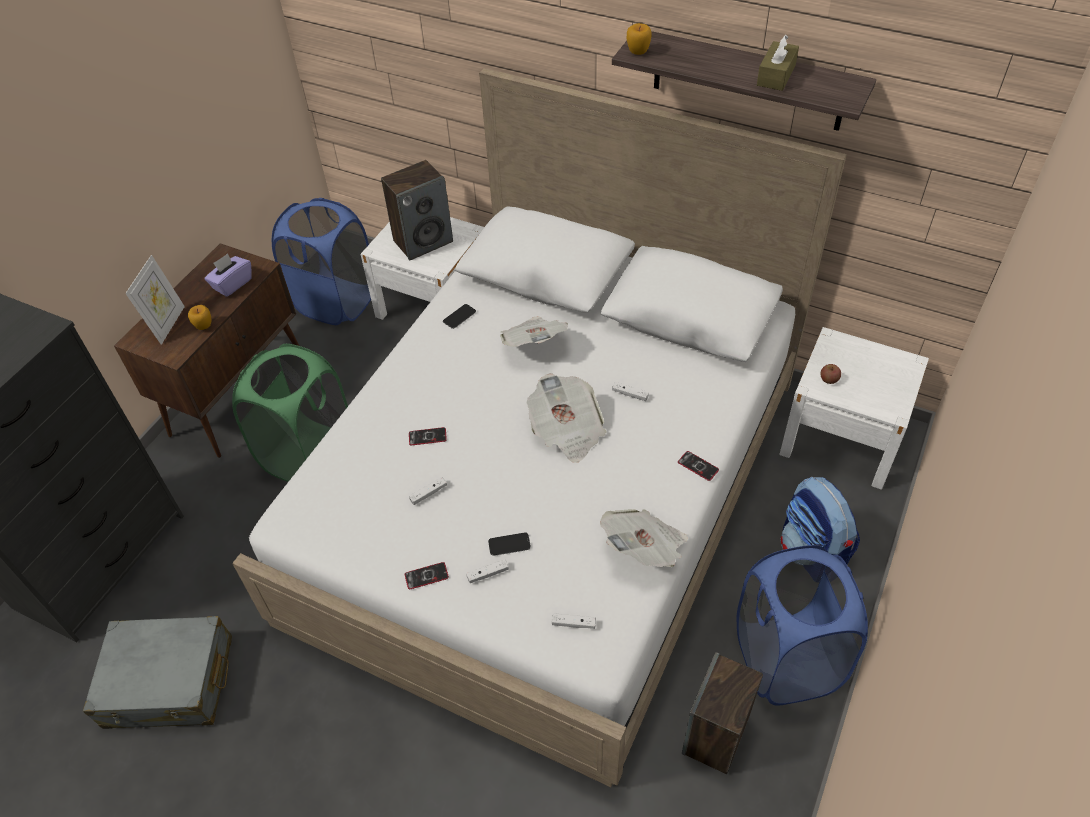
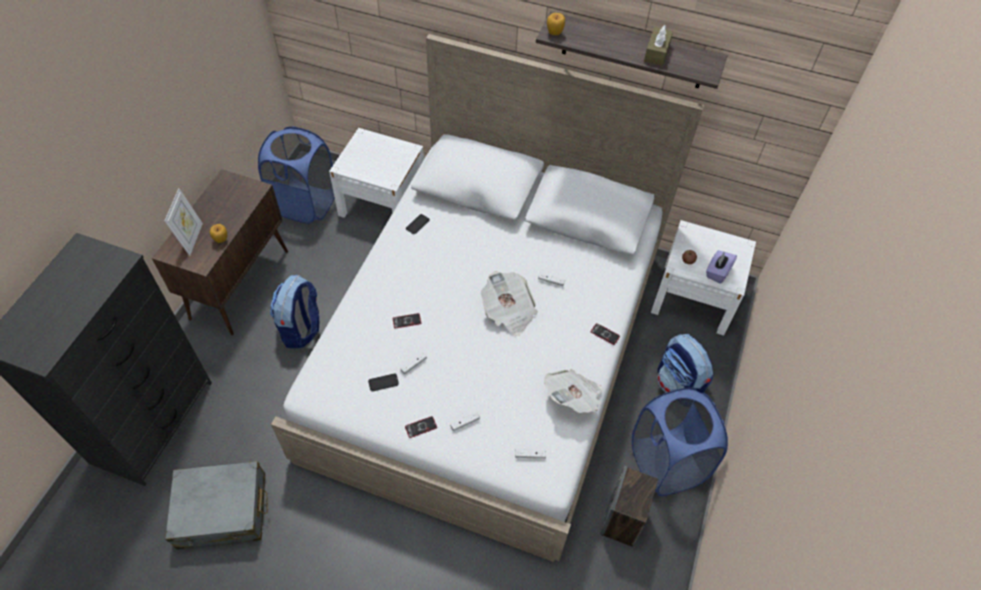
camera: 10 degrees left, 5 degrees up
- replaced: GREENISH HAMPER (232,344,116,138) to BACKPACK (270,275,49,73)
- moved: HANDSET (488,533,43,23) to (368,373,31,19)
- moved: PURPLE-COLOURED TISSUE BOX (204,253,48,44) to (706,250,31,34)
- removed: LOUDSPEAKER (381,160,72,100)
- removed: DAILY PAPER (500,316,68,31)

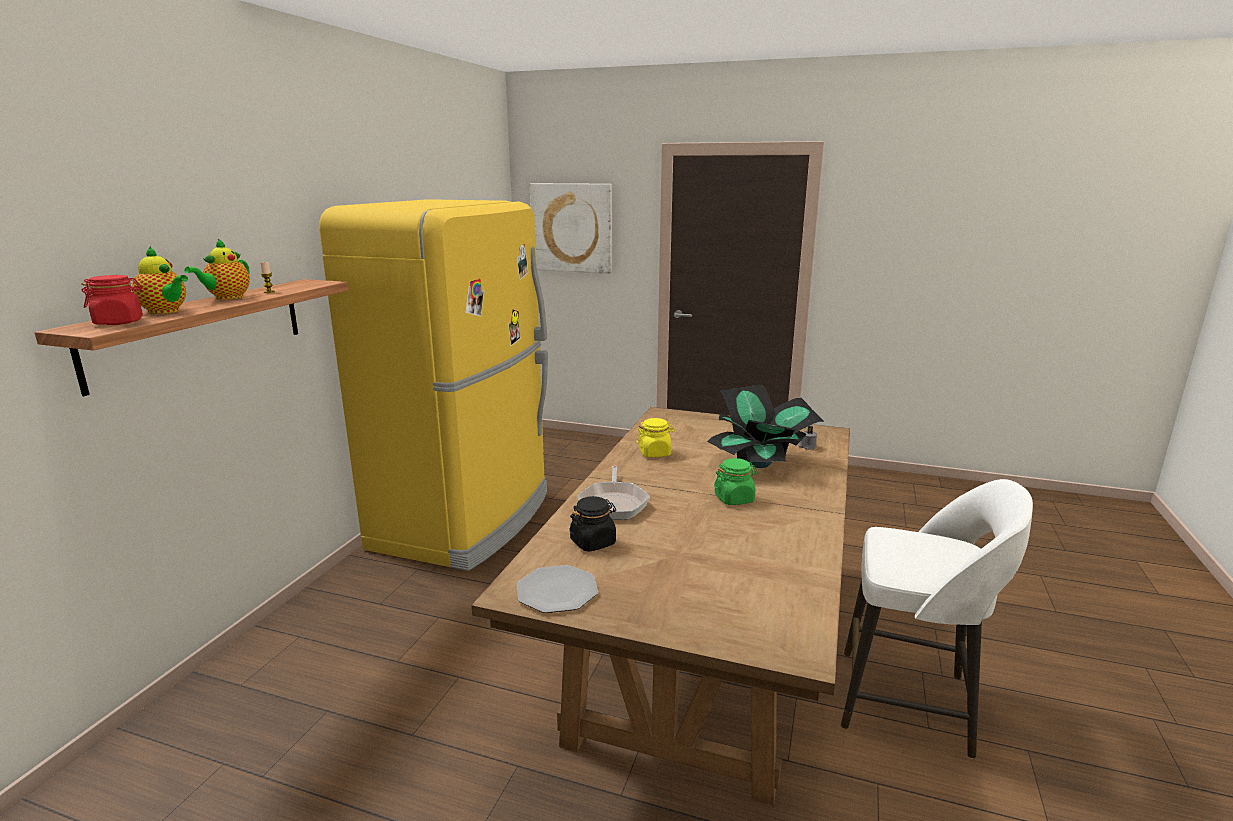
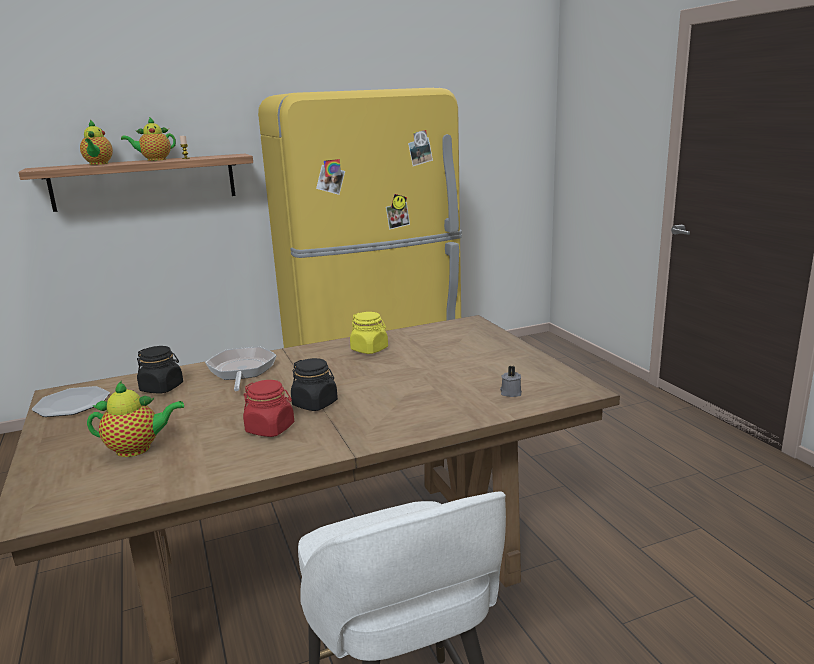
camera: 50 degrees right, 0 degrees up
- added: TEA POT (87,380,97,77)
- turned: FRYING PAN (577,466,73,54) = (205,347,72,44) 120 degrees clockwise
- moved: REDDISH JAR (81,275,62,50) to (243,380,51,57)
- recoloured: GREENISH JAR (714,458,44,47) to BLACK-COLOURED JAR (291,358,47,53)
- removed: PICTURE (530,183,82,91)
- removed: POTTED PLANT (707,385,117,83)

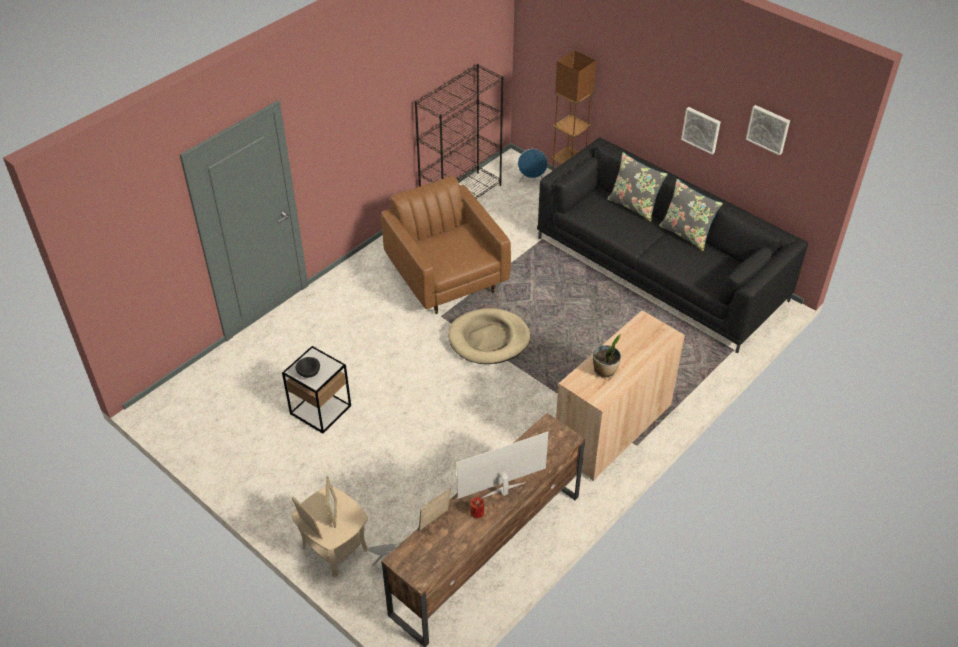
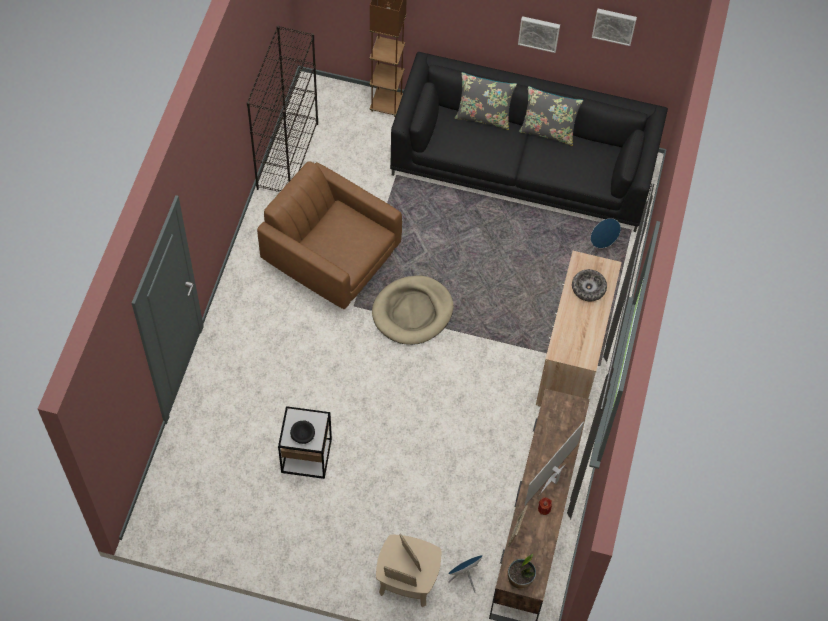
camera: 30 degrees left, 15 degrees up
- moved: POTTED PLANT (593,334,28,44) to (508,554,28,35)
- added: DEEP DISH (572,269,35,32)
- moved: BLUISH LOUDSPEAKER (518,149,30,34) to (589,218,32,36)

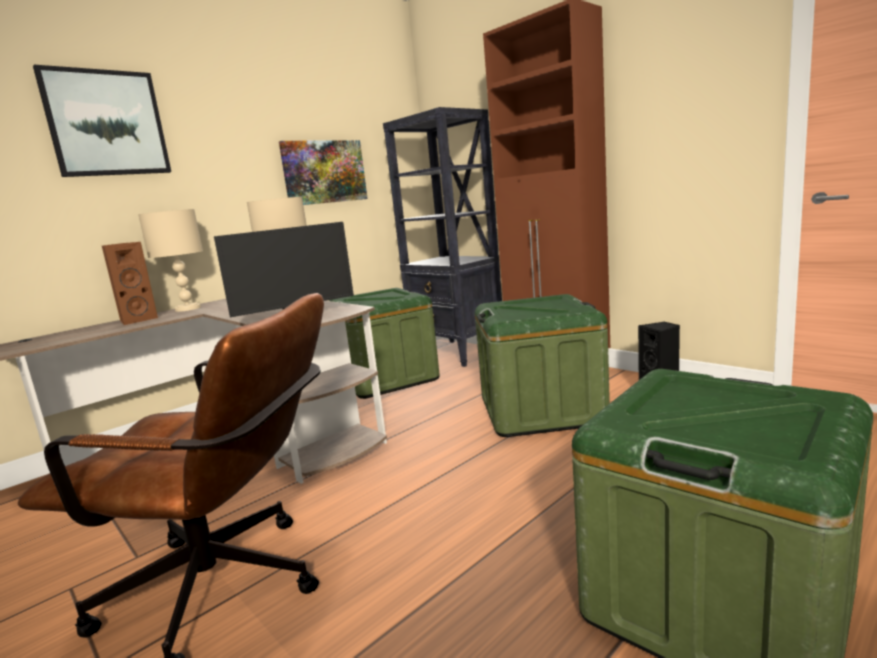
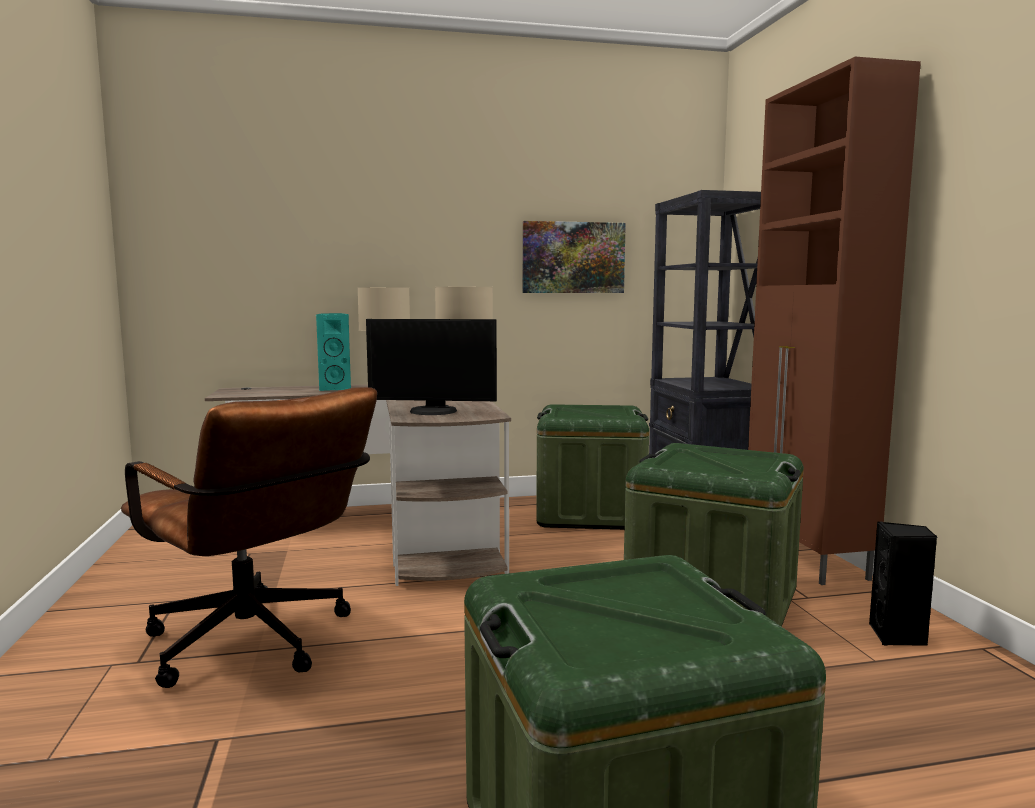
camera: 30 degrees right, 5 degrees down
- recoloured: BROWN LOUDSPEAKER (102,242,56,83) to BLUE-GREEN LOUDSPEAKER (316,313,35,78)
- removed: PICTURE (33,65,138,112)

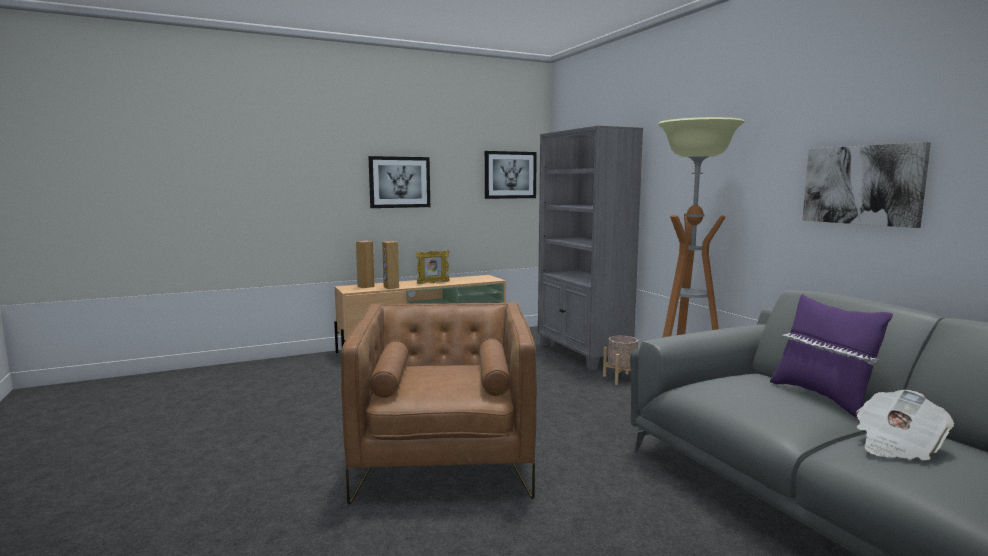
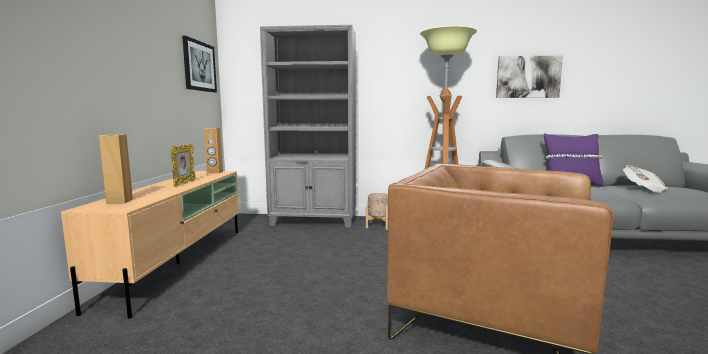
camera: 60 degrees left, 0 degrees up
- moved: BROWN LOUDSPEAKER (382,241,17,48) to (204,128,19,45)
- removed: PICTURE (368,156,62,52)

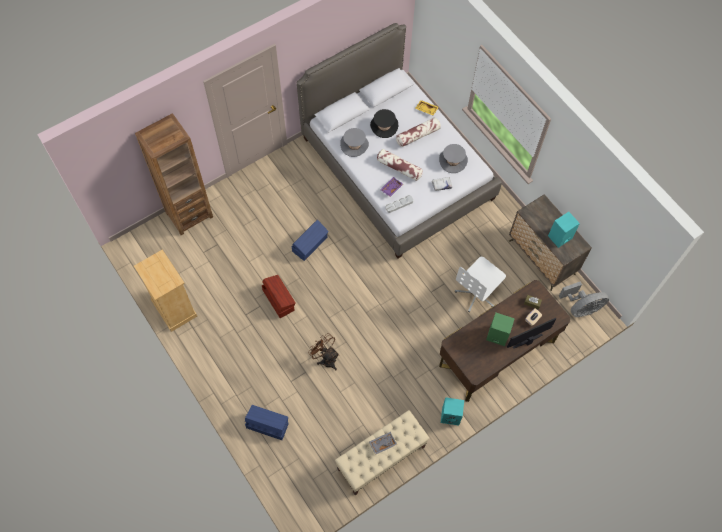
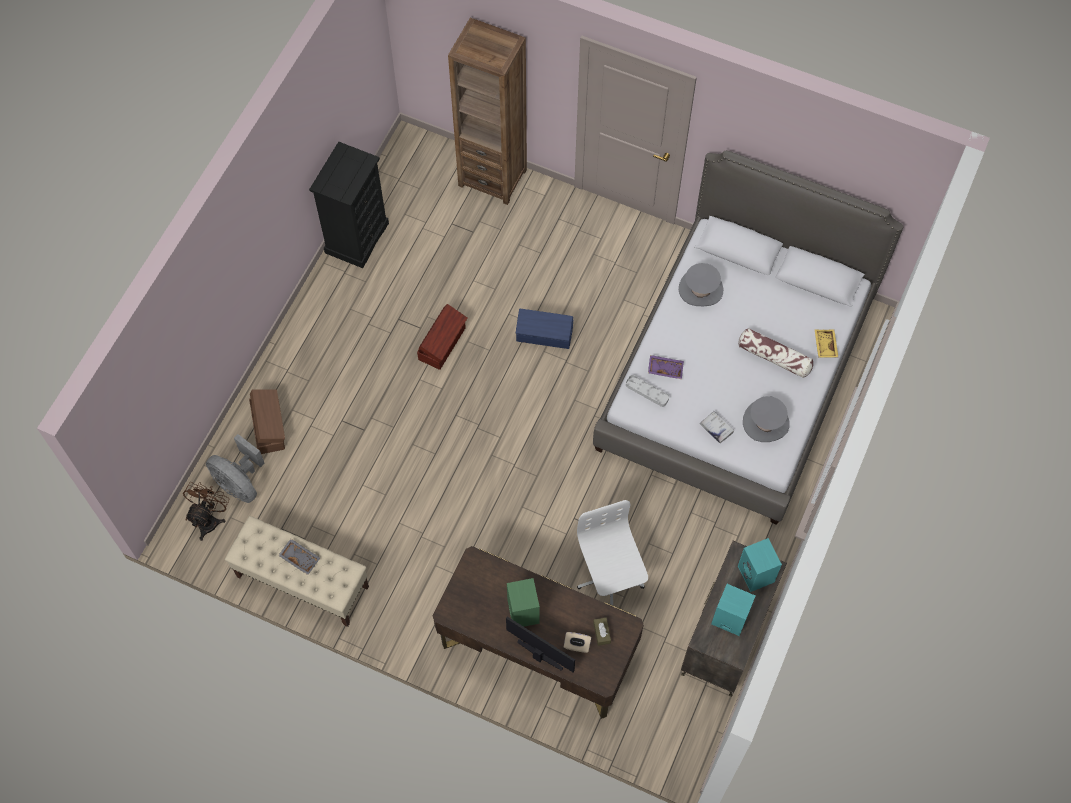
camera: 60 degrees right, 0 degrees up
- moved: BROWN COOLING FAN (308,333,31,38) to (183,482,46,59)
- moved: GREYISH COOLING FAN (559,282,50,35) to (206,434,59,69)
- recoloured: BLUISH STORAGE CONTAINER (245,405,43,35) to BROWN STORAGE CONTAINER (249,389,36,65)
- recoloured: BEIGE-COLOURED CHEST OF DRAWERS (134,249,63,83) to BLACK-COLOURED CHEST OF DRAWERS (309,141,80,127)
- turned: WHITE-COLOURED DESK CHAIR (455,257,51,55) = (577,500,71,106) 60 degrees clockwise
- moved: BLUE-GREEN LOUDSPEAKER (441,397,23,29) to (738,538,44,54)
- removed: BLACK-COLOURED CLOTHING HAT (370,109,28,29)
- removed: PILLOW (377,149,46,32)

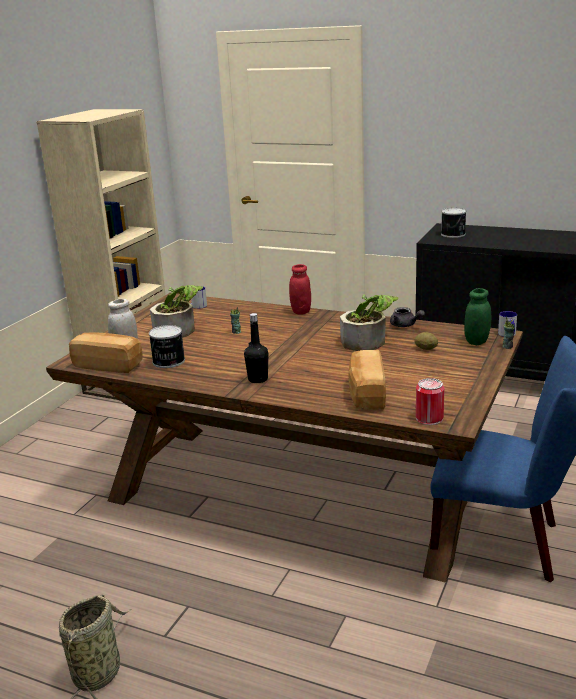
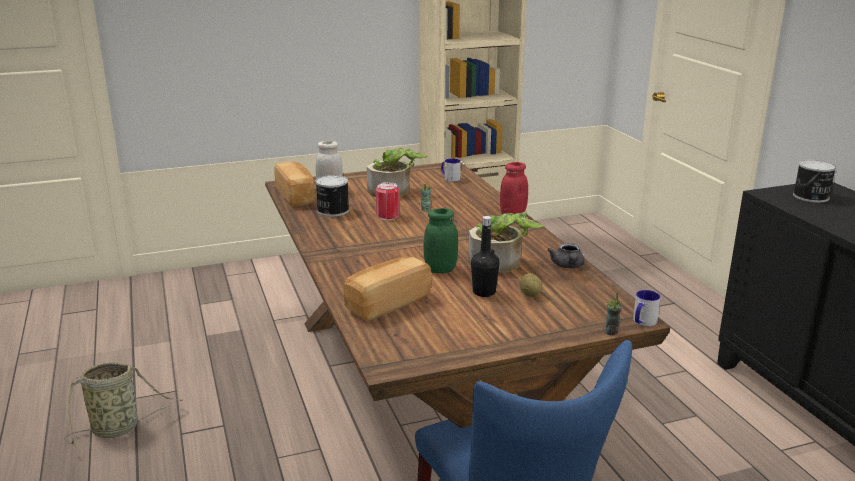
camera: 45 degrees right, 0 degrees up
- moved: METAL CAN (416,378,29,47) to (376,182,23,38)
- moved: GREENISH JAR (464,288,27,57) to (424,208,34,65)
- moved: BLACK-COLOURED DRINK BOTTLE (244,313,25,70) to (471,216,29,81)

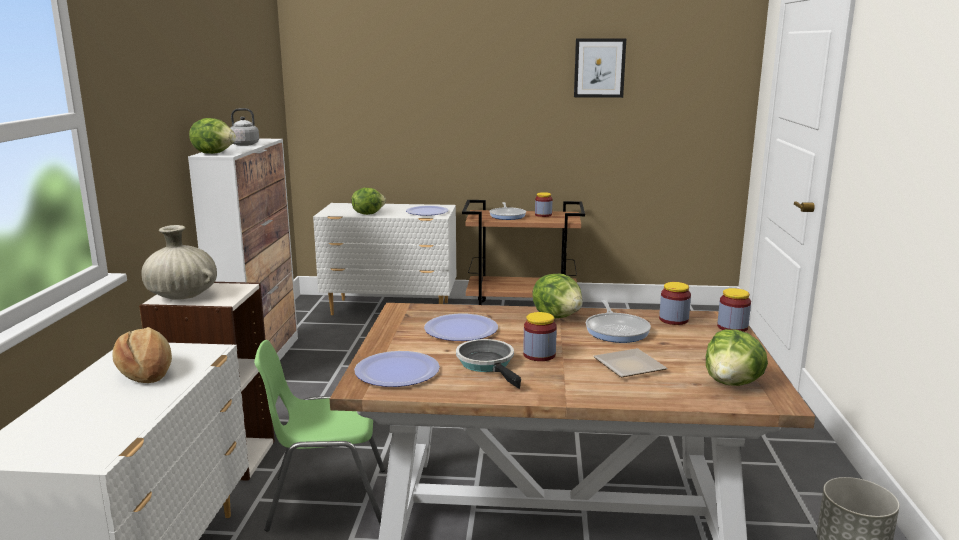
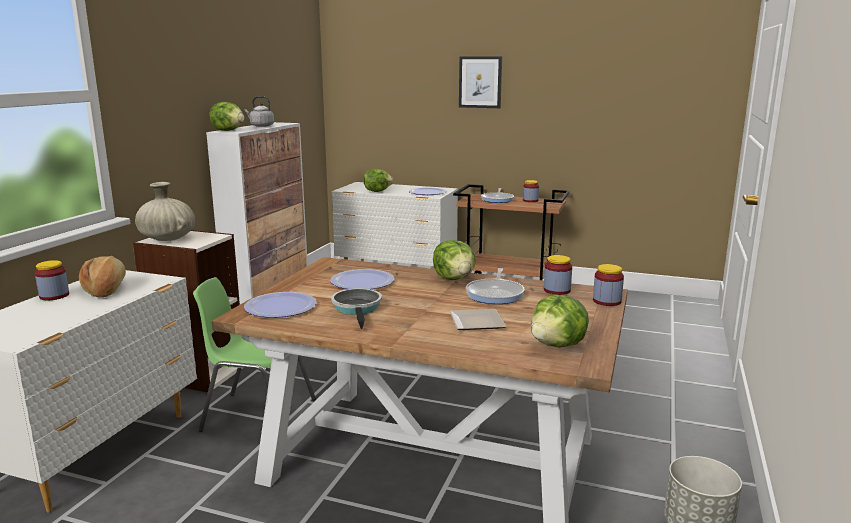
camera: 15 degrees right, 0 degrees up
- moved: JAR (523,312,34,49) to (35,260,34,40)
- moved: PICTURE (574,38,52,60) to (459,56,43,52)

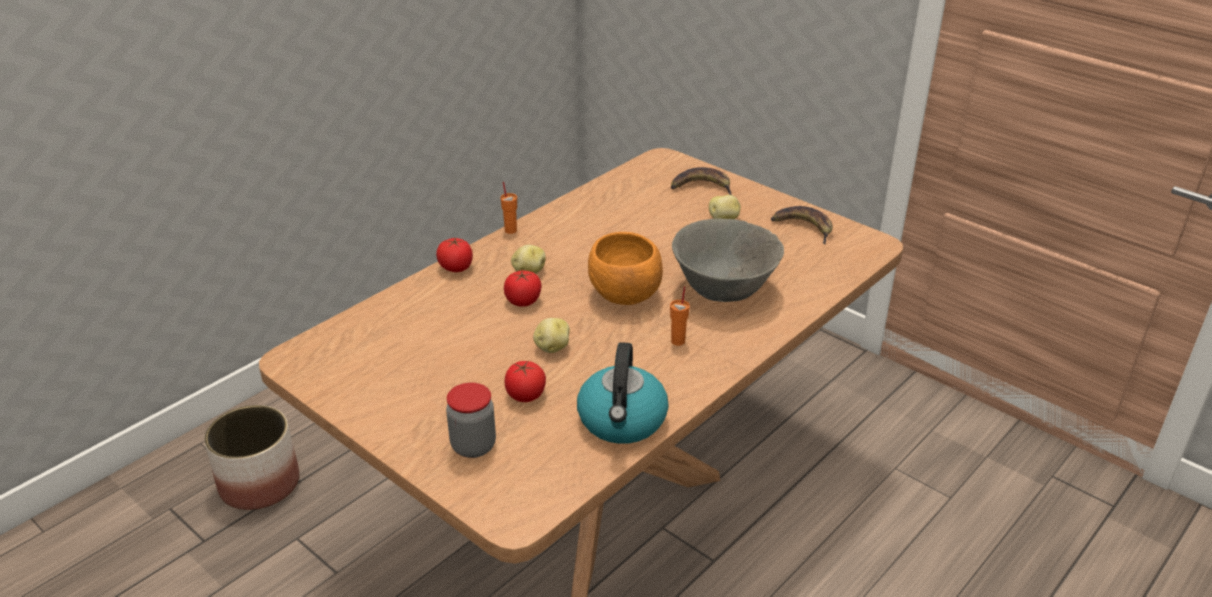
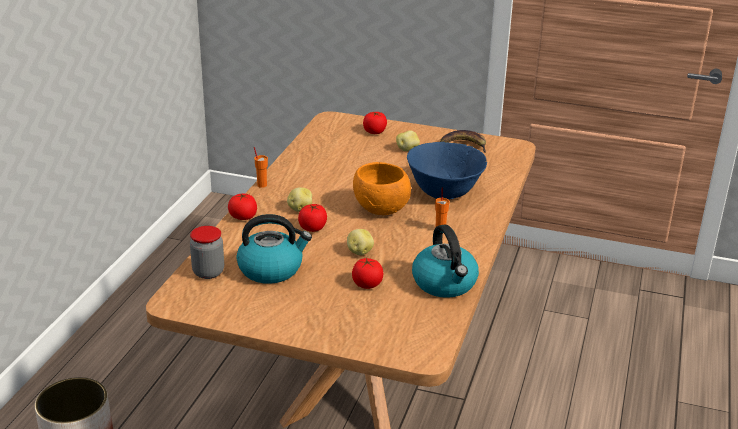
camera: 25 degrees left, 5 degrees down
- moved: JAR (446,383,50,75) to (190,226,34,53)
- added: KETTLE (236,214,76,70)
- replaced: BANANA FRUIT (671,167,61,28) to WHOLE TOMATO (363,112,24,22)
- recoloured: GREYISH DEEP DISH (672,218,112,84) to BLUISH DEEP DISH (407,142,80,58)

